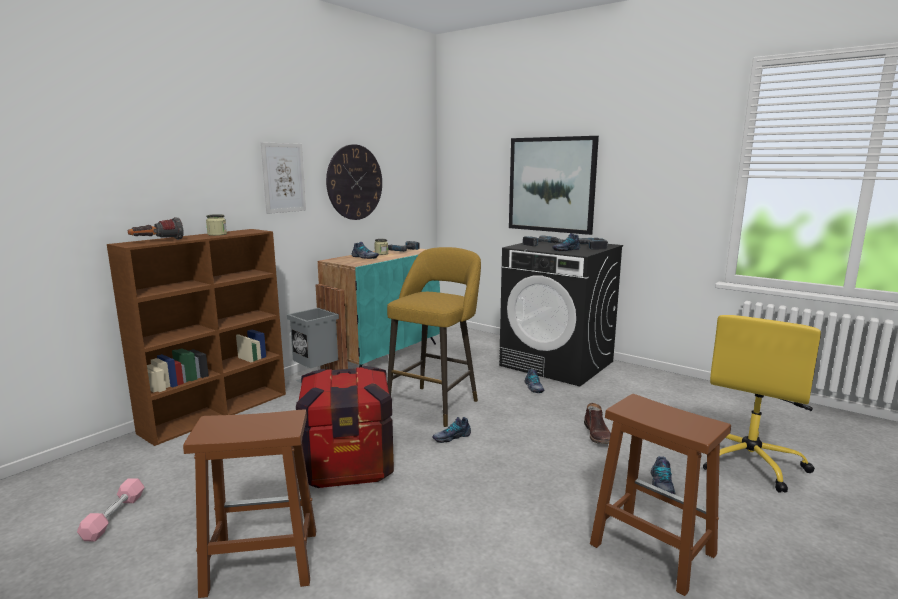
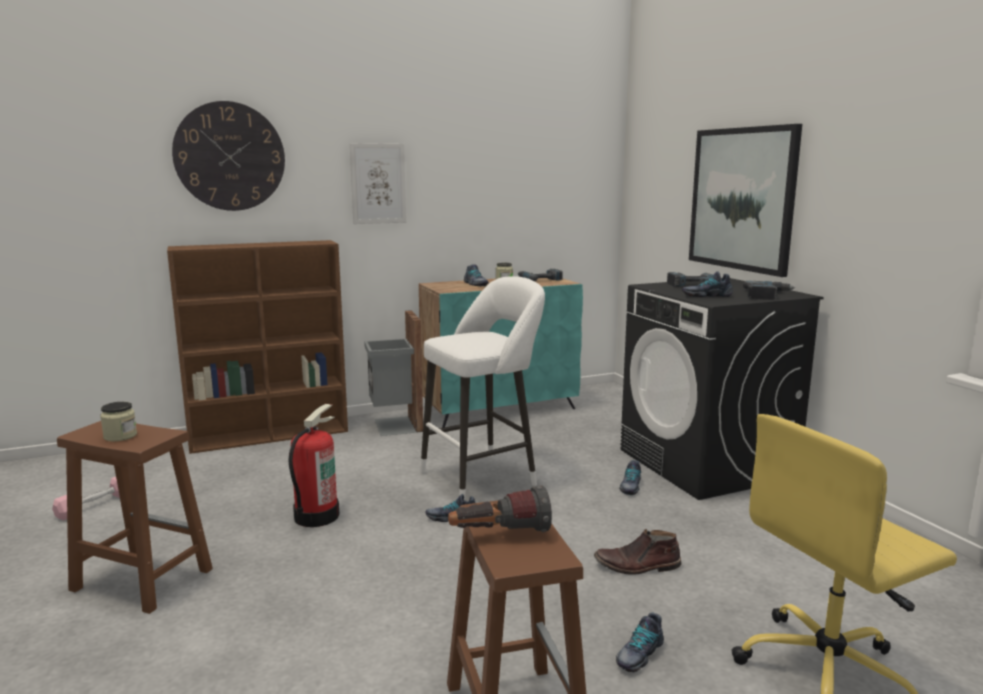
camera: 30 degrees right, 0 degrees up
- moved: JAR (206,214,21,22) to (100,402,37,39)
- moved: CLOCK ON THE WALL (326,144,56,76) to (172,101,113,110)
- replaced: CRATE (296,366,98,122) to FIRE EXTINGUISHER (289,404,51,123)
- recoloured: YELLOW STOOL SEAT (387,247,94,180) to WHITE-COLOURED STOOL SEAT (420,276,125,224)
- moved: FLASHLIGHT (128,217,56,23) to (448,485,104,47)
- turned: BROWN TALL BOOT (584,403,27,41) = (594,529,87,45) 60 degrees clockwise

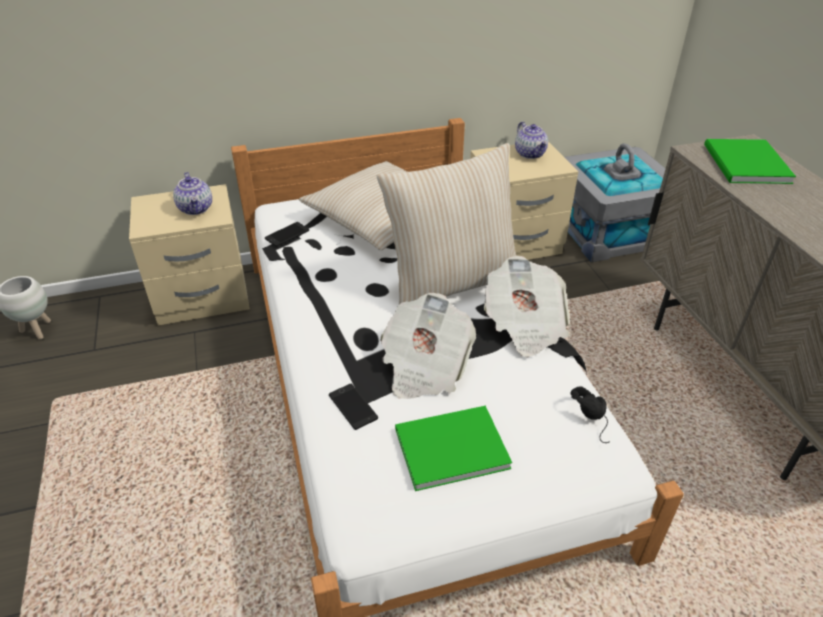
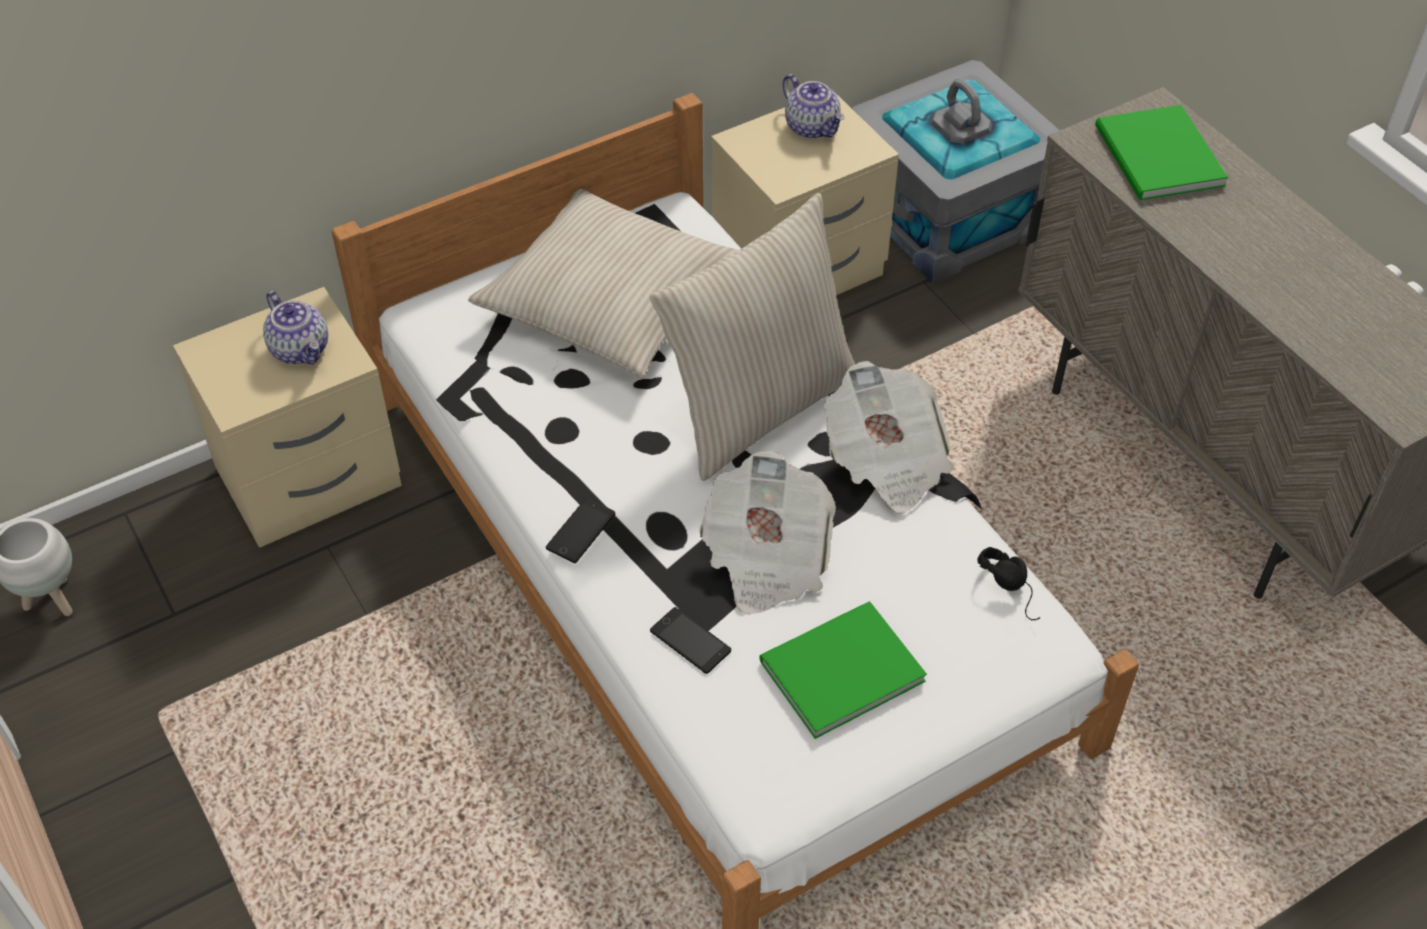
camera: 15 degrees left, 10 degrees up
- moved: HANDSET (265,222,44,25) to (546,498,69,65)

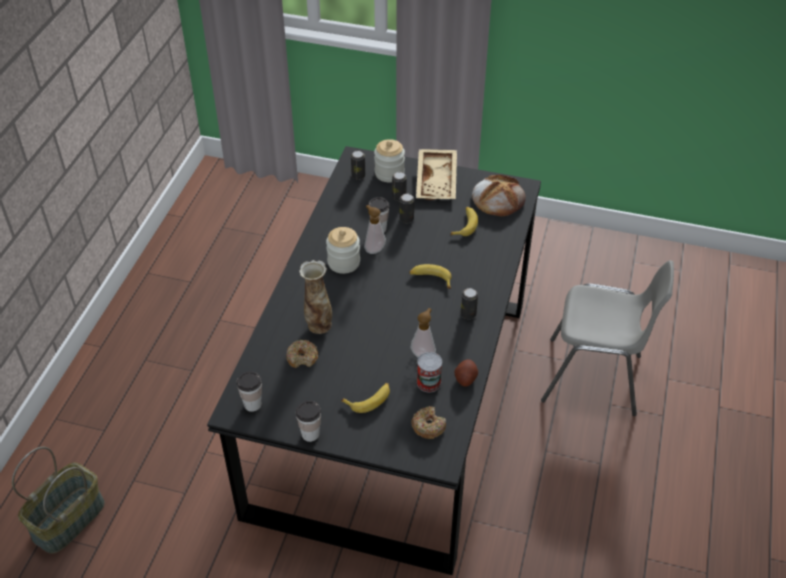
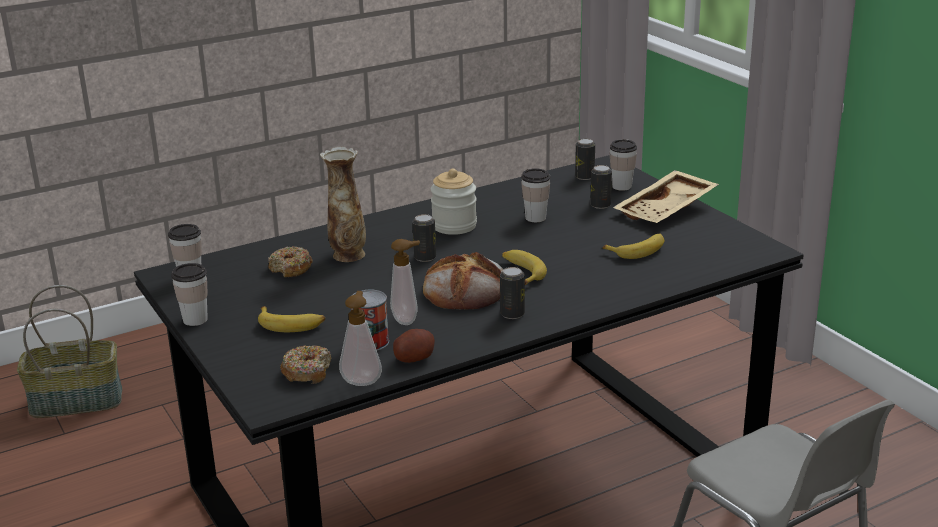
camera: 45 degrees right, 20 degrees down
- moved: SOAP BOTTLE (364,205,22,49) to (339,291,43,95)
- moved: METAL CAN (399,194,15,29) to (412,214,24,48)
- moved: BREAD (472,175,54,41) to (423,252,81,58)
- replaced: JAR (374,139,31,43) to CUP (610,139,27,52)

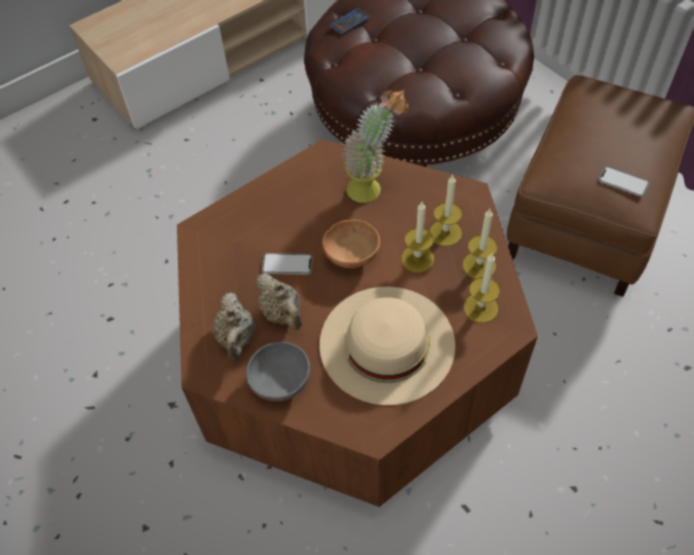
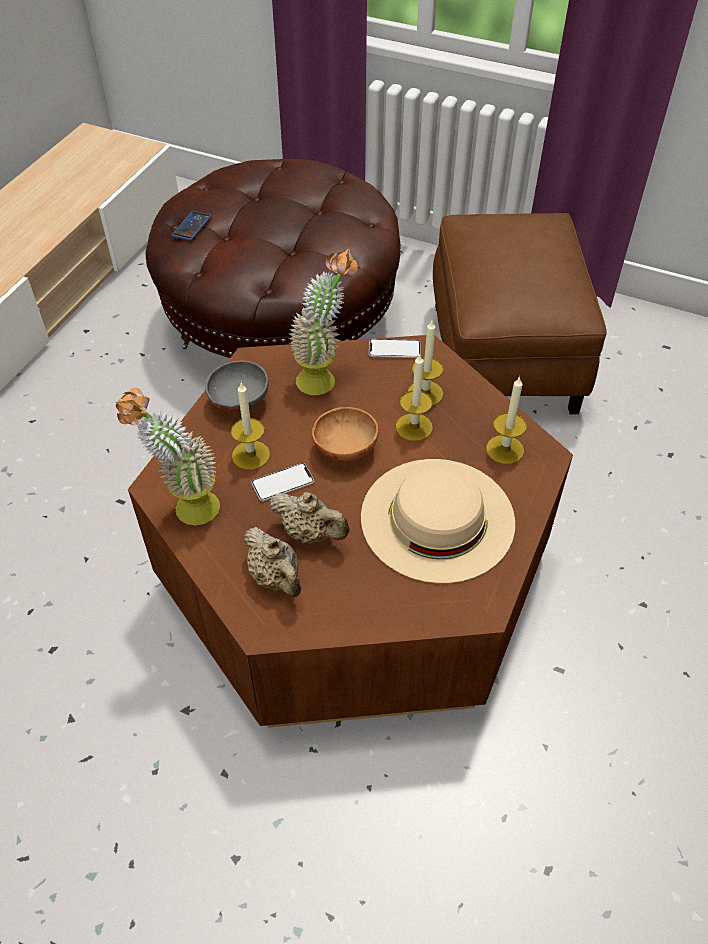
camera: 30 degrees left, 5 degrees down
- added: POTTED PLANT (116,388,104,137)
- moved: GREYISH DEEP DISH (246,342,64,59) to (205,361,64,51)
- moved: WAX LIGHT (463,209,35,70) to (231,383,39,87)
- moved: HANDSET (599,166,50,31) to (369,339,52,19)

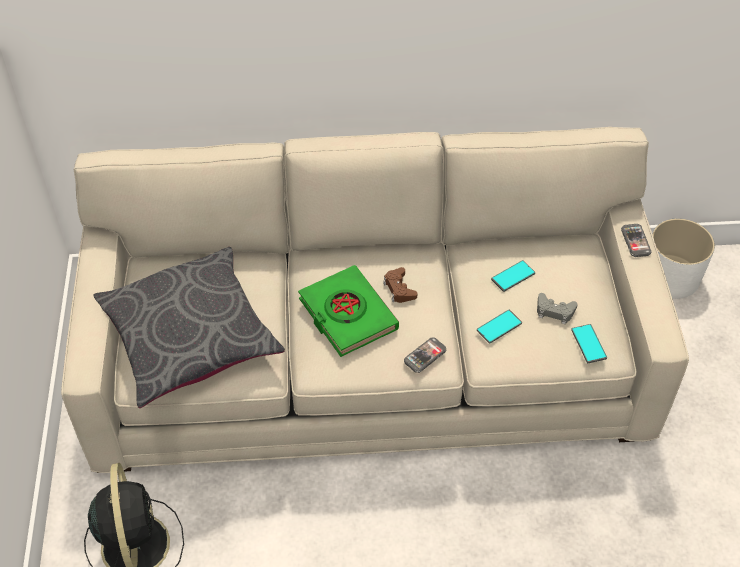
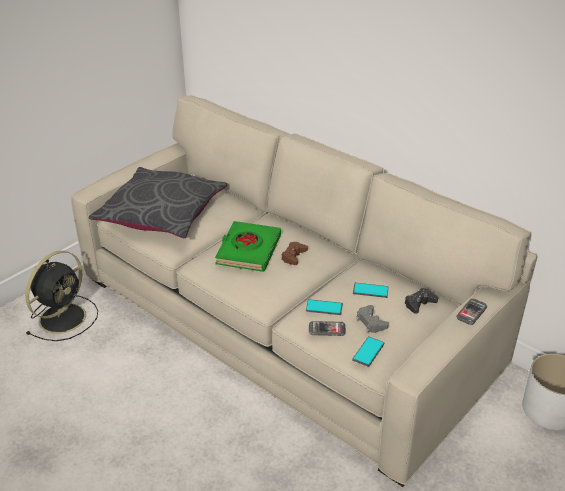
camera: 45 degrees right, 15 degrees down
- moved: HANDSET (404,337,42,36) to (309,321,37,15)
- added: BLACK-COLOURED GAMEPAD (405,288,33,26)

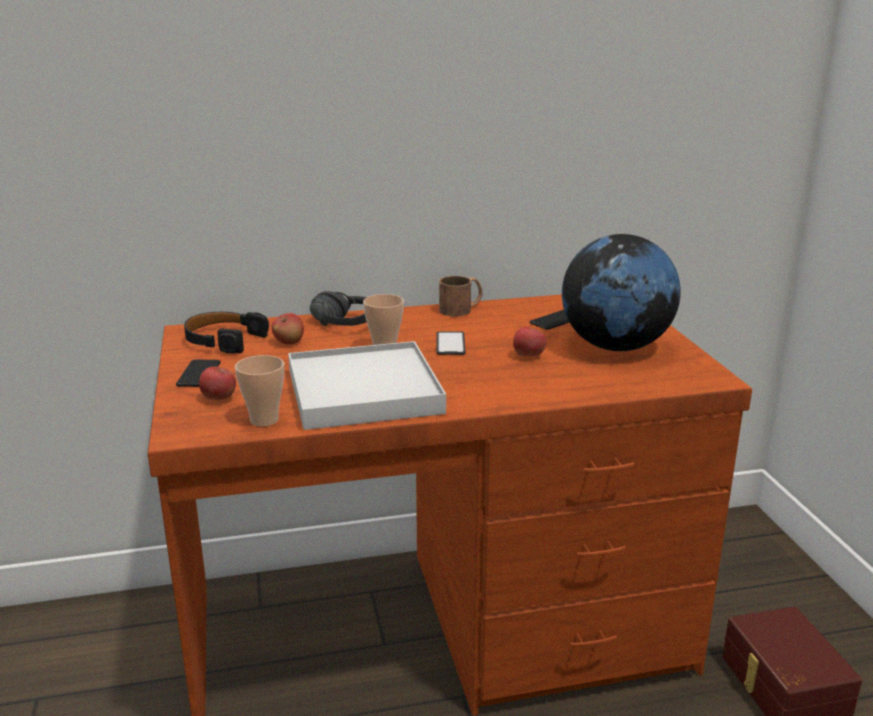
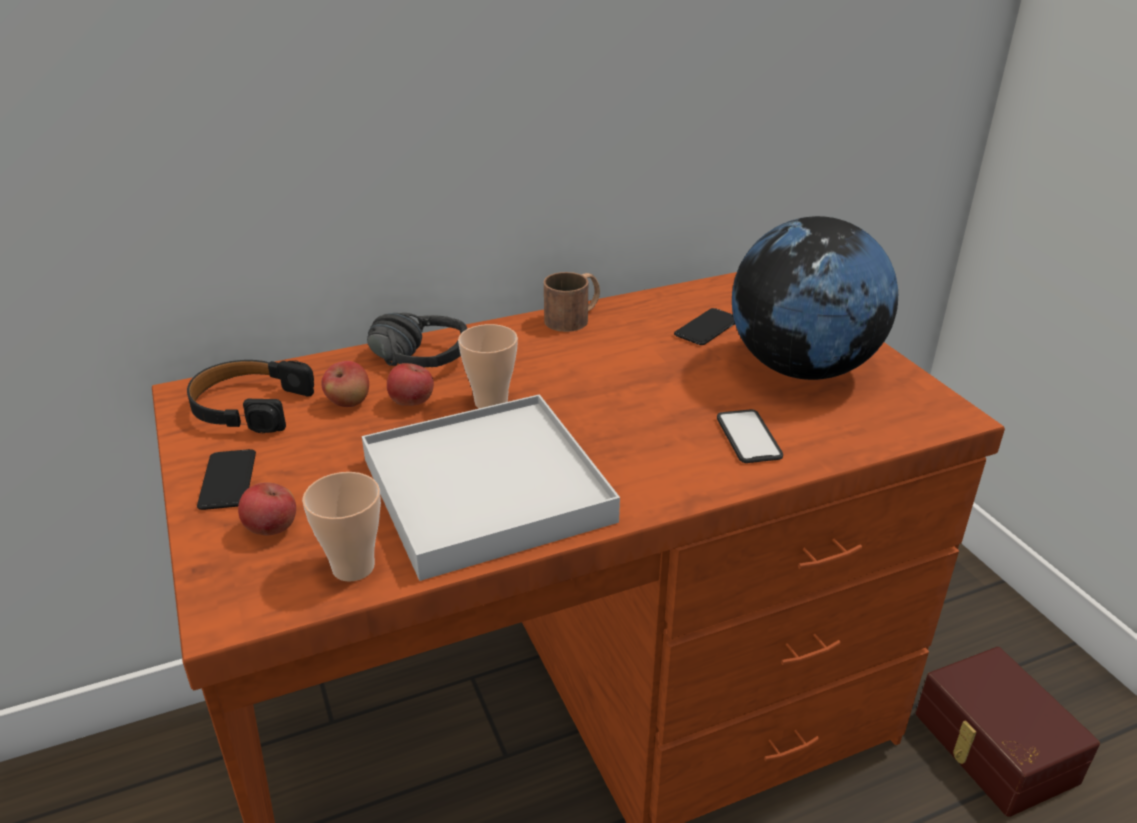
camera: 10 degrees left, 10 degrees up
- moved: APPLE FRUIT (513,327,34,29) to (387,363,47,43)
- moved: HANDSET (436,331,29,24) to (717,409,66,54)

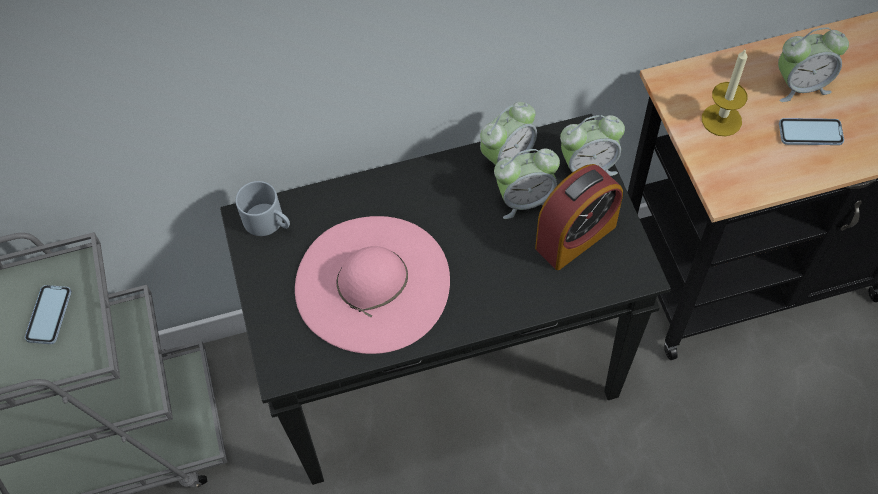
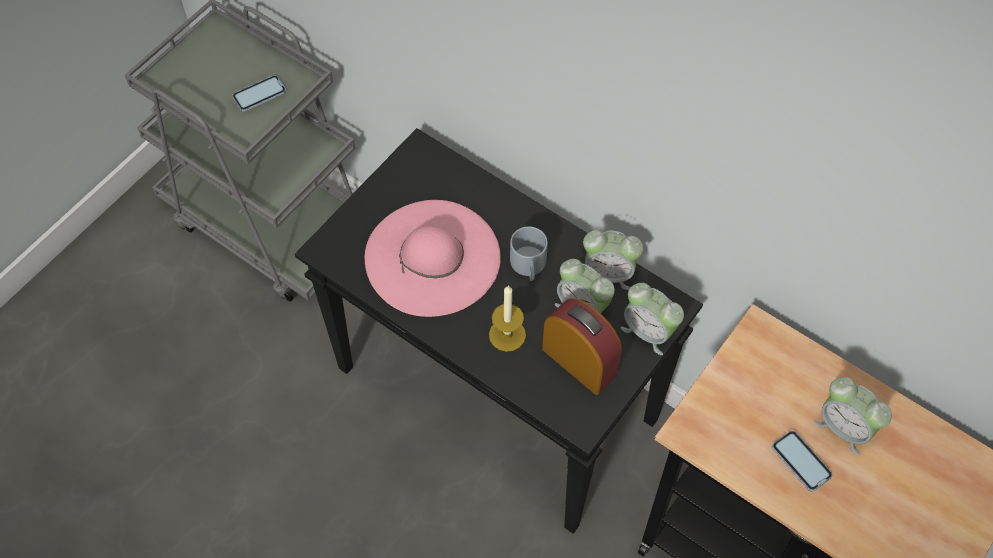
camera: 50 degrees right, 0 degrees up
- moved: WAX LIGHT (702,48,46,88) to (489,286,37,66)
- moved: GREYISH COFFEE MUG (235,181,55,55) to (510,226,38,55)
- turned: TABLE CLOCK (535,164,88,106) = (542,298,80,97) 150 degrees counterclockwise

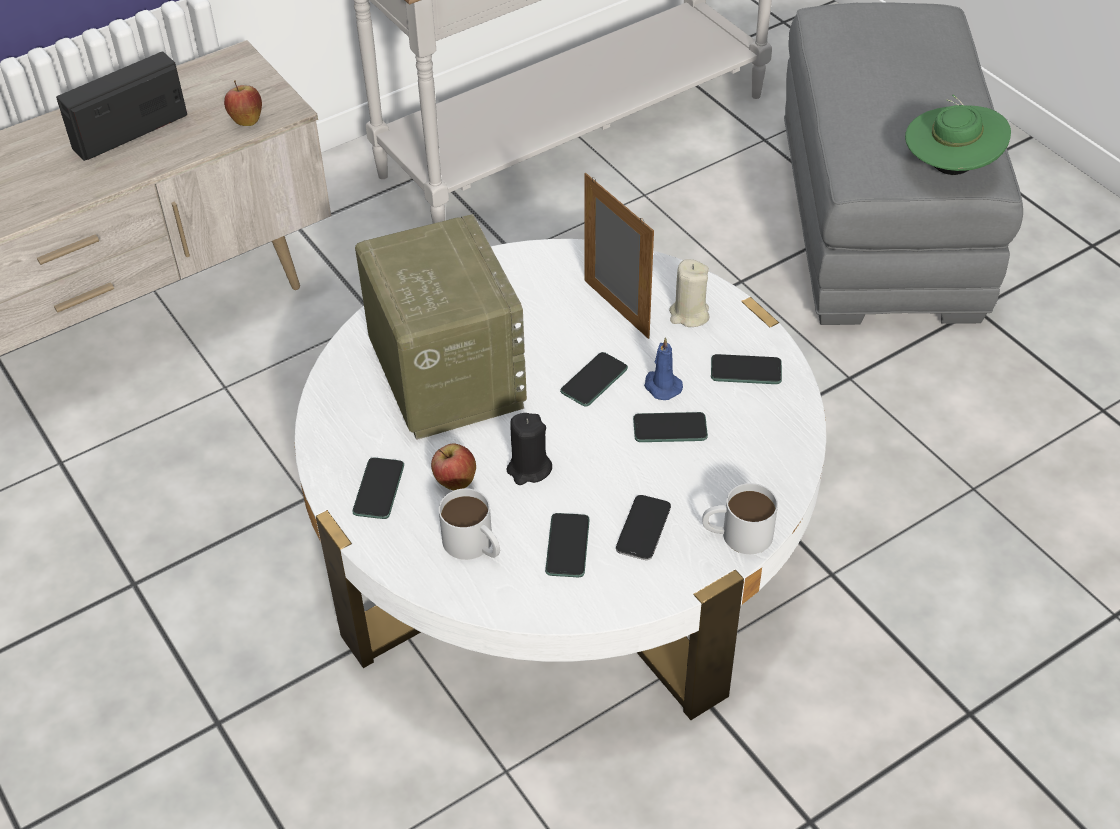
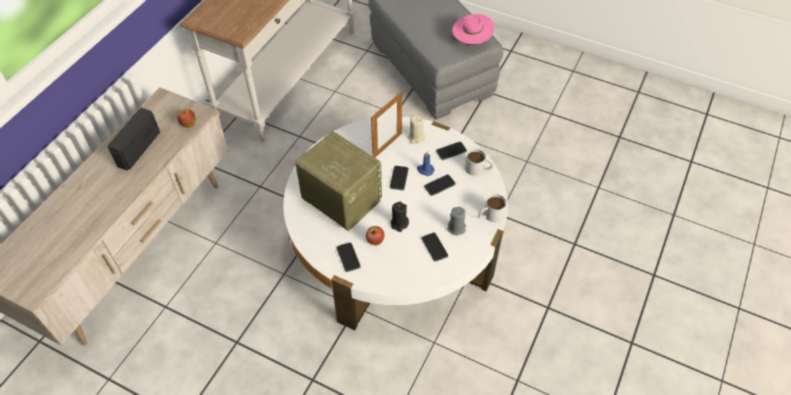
camera: 30 degrees left, 5 degrees up
- turned: PICTURE FRAME (584,173,70,166) = (371,91,31,67) 105 degrees clockwise
- replaced: HANDSET (616,495,55,65) to GREYISH WAX LIGHT (447,207,19,28)
- recoloured: GREENISH CLOTHING HAT (905,95,106,80) to PINK CLOTHING HAT (452,14,42,31)
- moved: WHITE-COLOURED COFFEE MUG (439,488,61,72) to (465,148,28,28)

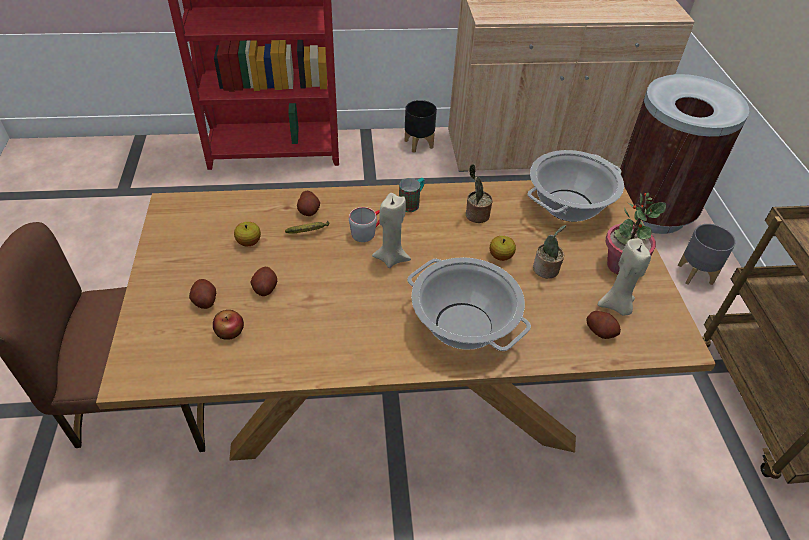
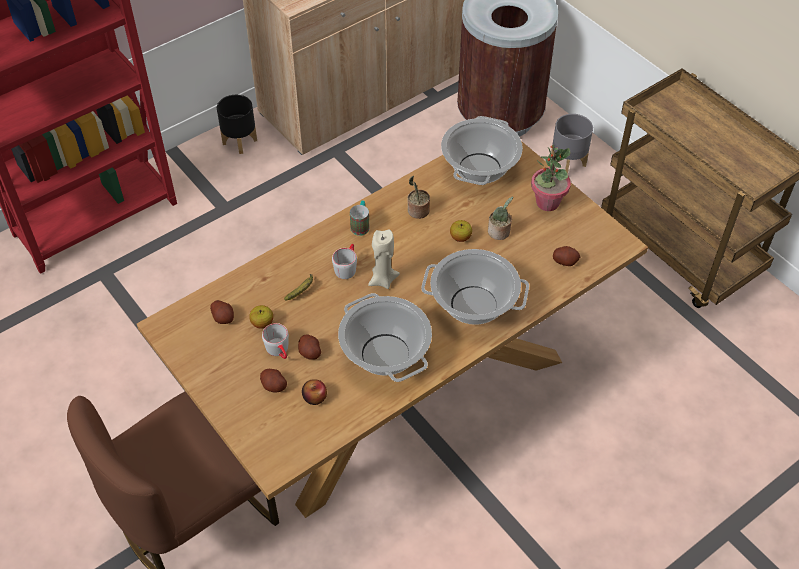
camera: 30 degrees left, 5 degrees up
- moved: SPUD (297,191,23,25) to (210,300,24,24)
- added: GREYISH COFFEE MUG (262,323,27,36)
- added: STOCKPOT (338,293,94,89)
- removed: BEIGE-COLOURED WAX LIGHT (598,239,53,77)

